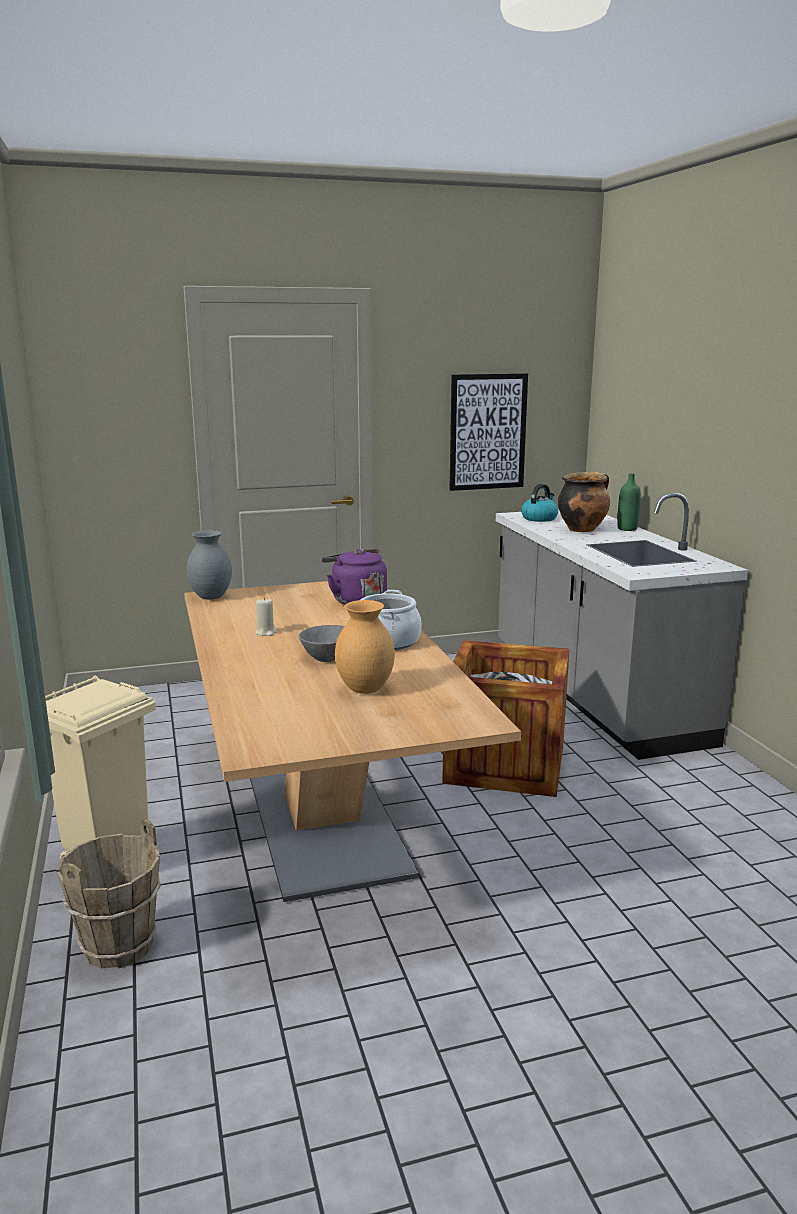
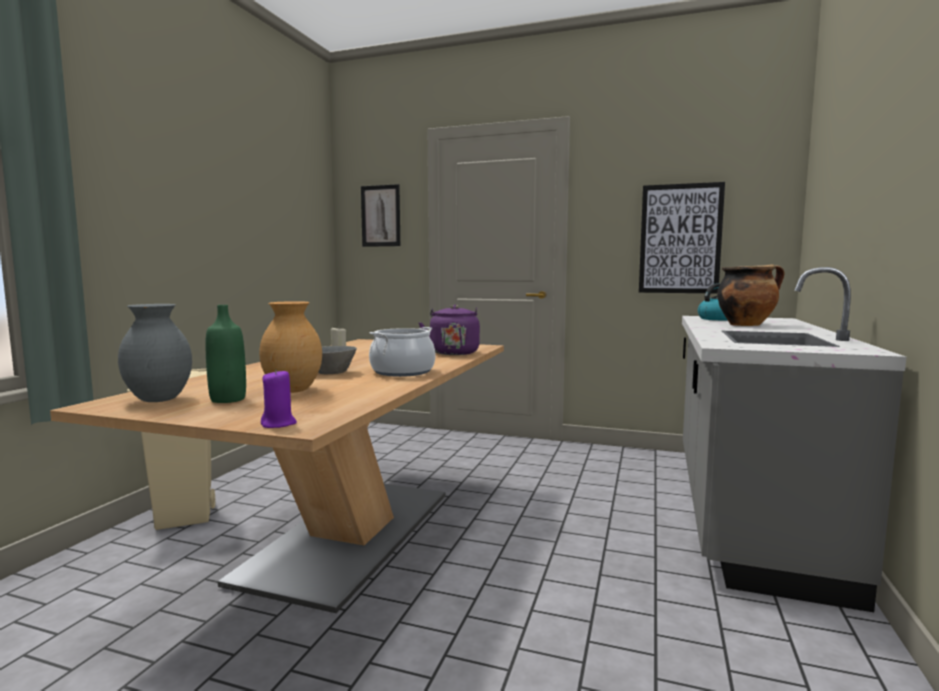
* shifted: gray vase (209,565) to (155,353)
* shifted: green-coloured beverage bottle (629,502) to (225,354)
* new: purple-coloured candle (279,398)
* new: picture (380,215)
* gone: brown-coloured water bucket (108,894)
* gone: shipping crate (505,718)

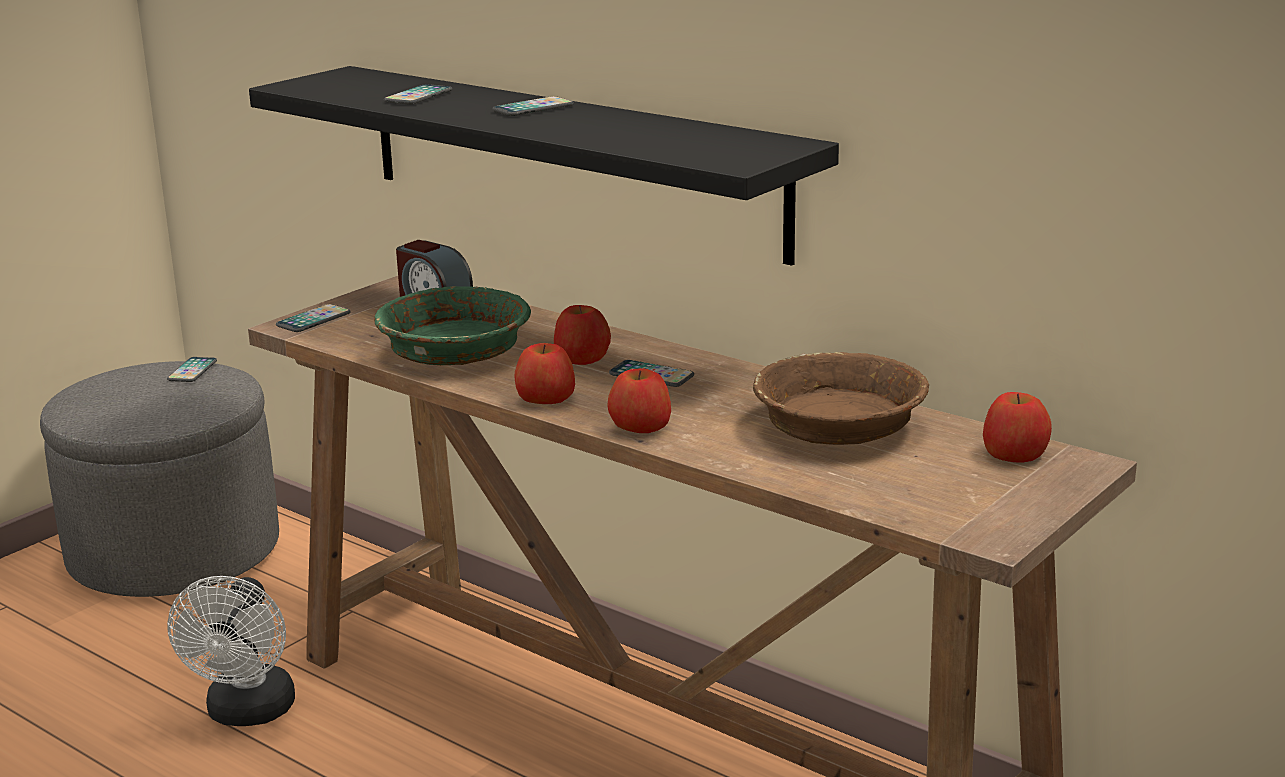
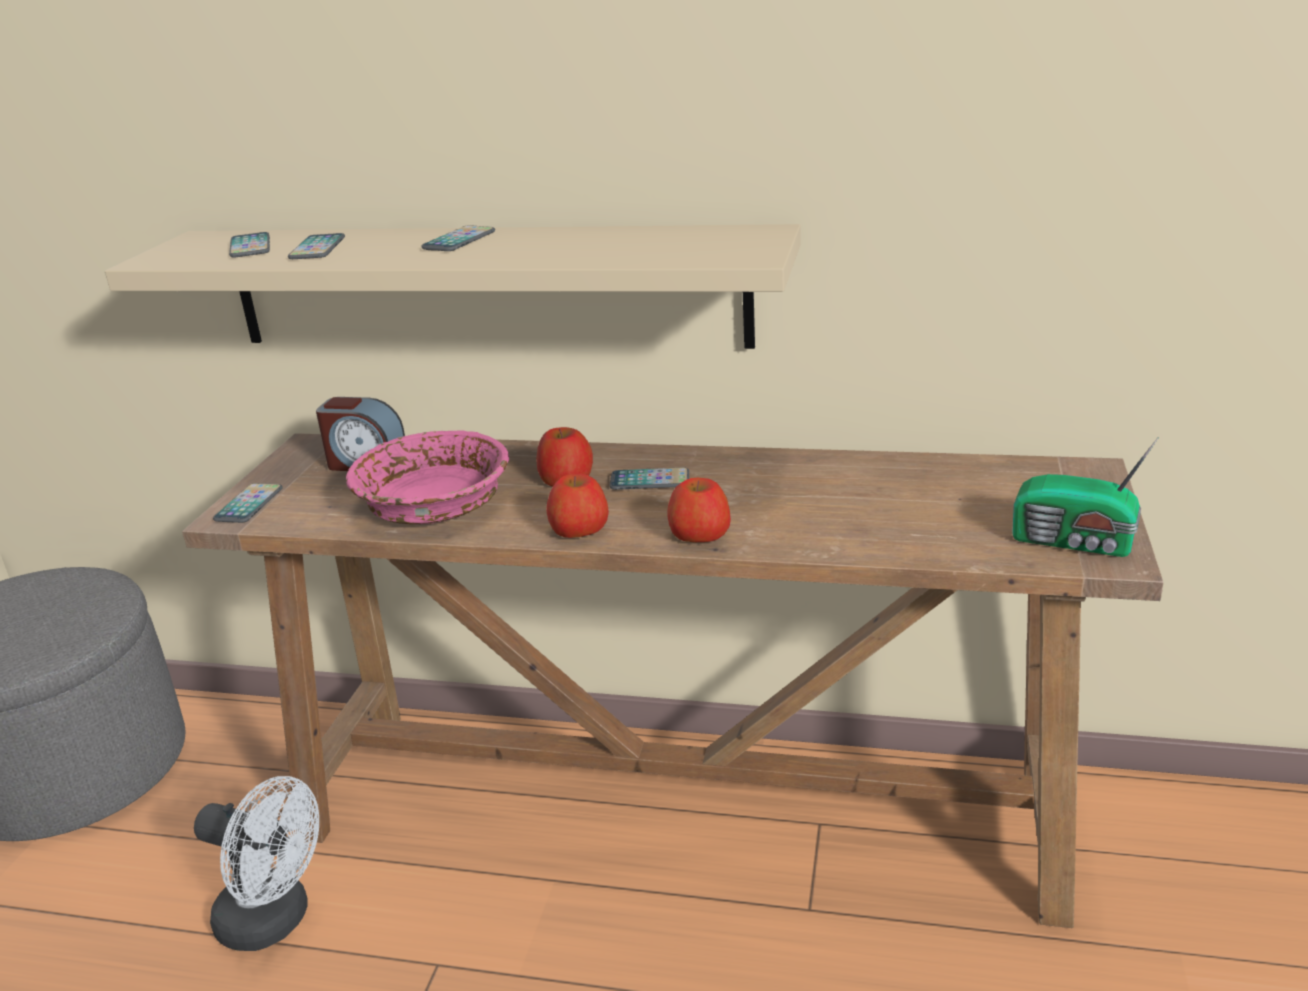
* repainted: blackish wall shelf (544,166) to beige wall shelf (453,286)
* rotated: whitish cooling fan (231,651) = (256,863) 45 degrees counterclockwise
* shifted: handset (192,369) to (249,244)
* repainted: green-coloured bowl (452,325) to pink-coloured bowl (427,477)
* new: radio (1085,497)
* gone: brown-coloured bowl (841,398)
* gone: whole apple (1017,427)

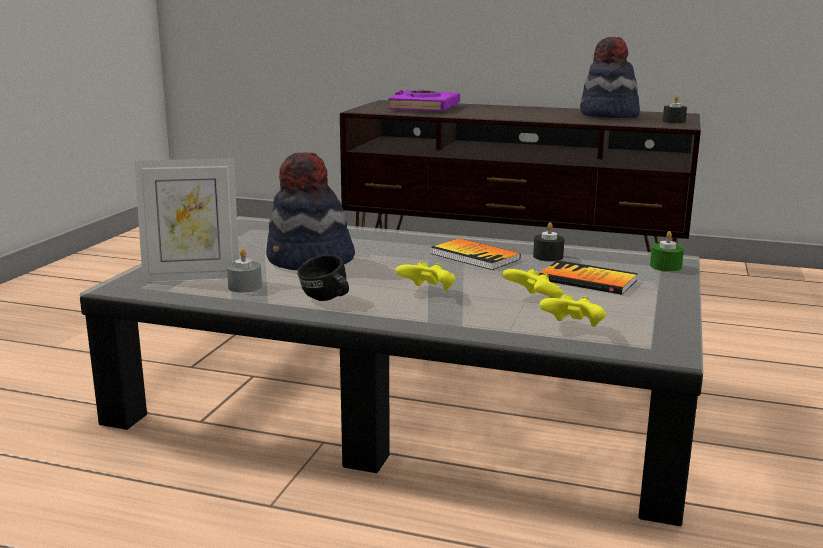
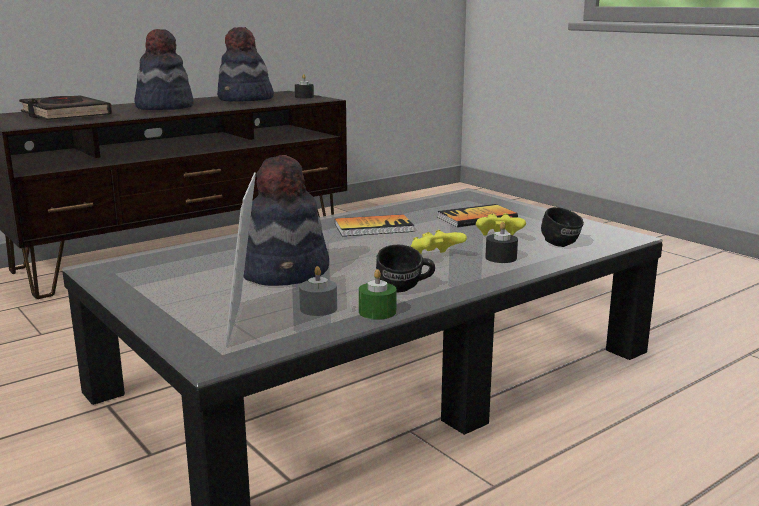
* repainted: purple-coloured book (424,100) to blackish book (65,108)
* new: hat (163,69)
* rotated: photo frame (186,220) = (241,259) 150 degrees clockwise
* shifted: green-coloured candle (667,251) to (378,294)
* shifted: blackish candle (548,241) to (501,242)
* swapped: yellow gamepad (572,310) to blackish coffee mug (562,227)

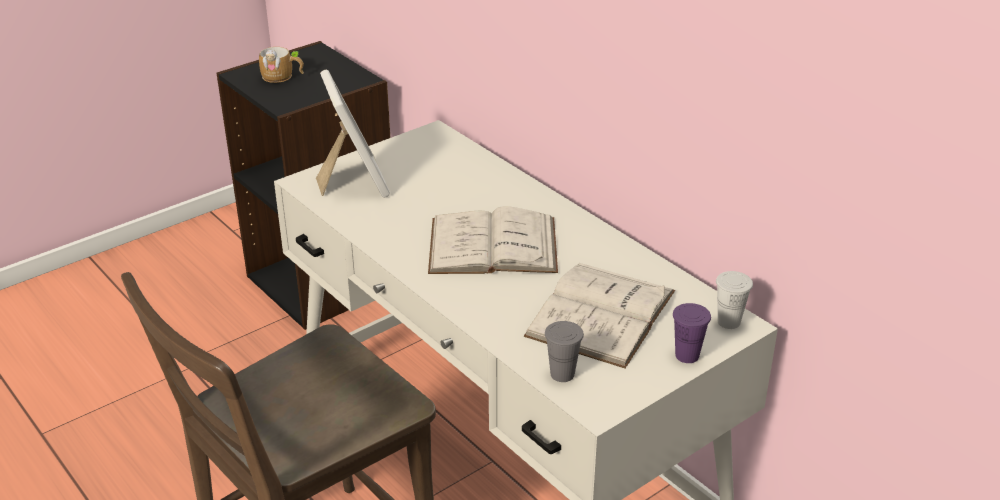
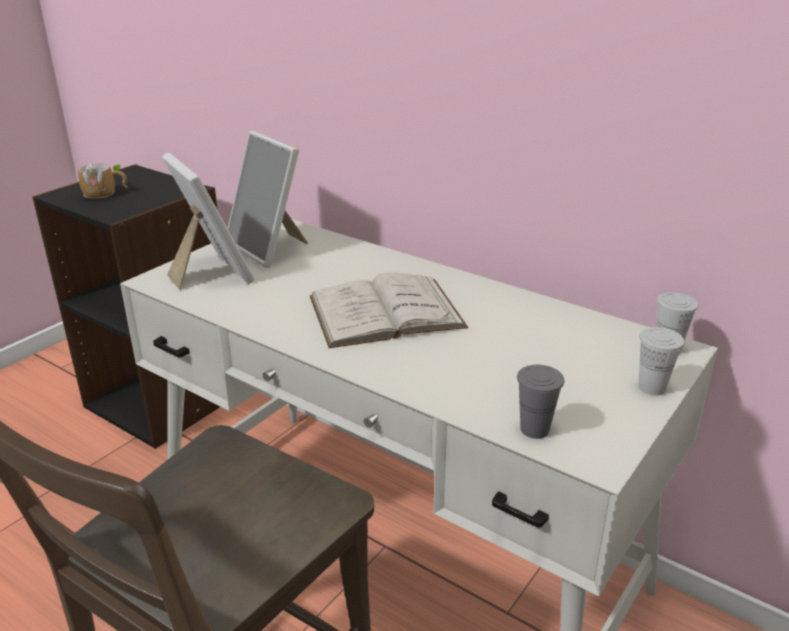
* new: photo frame (268,199)
* repainted: purple-coloured small cup (692,333) to whitish small cup (661,361)
* gone: whitish book (599,315)

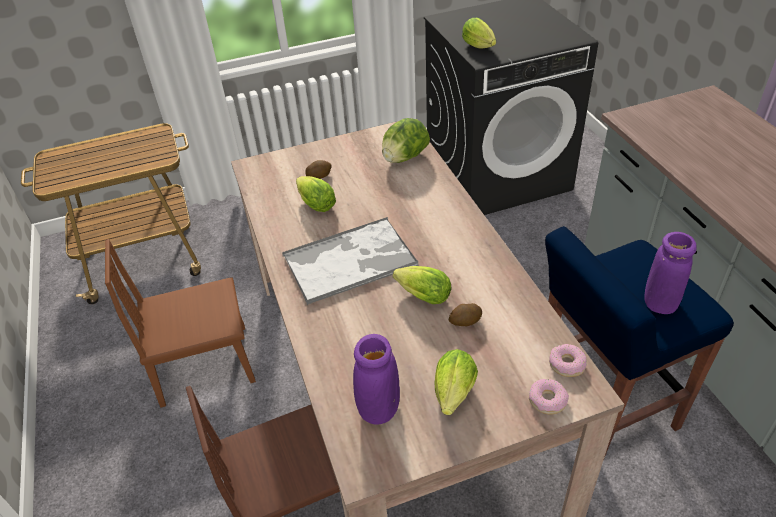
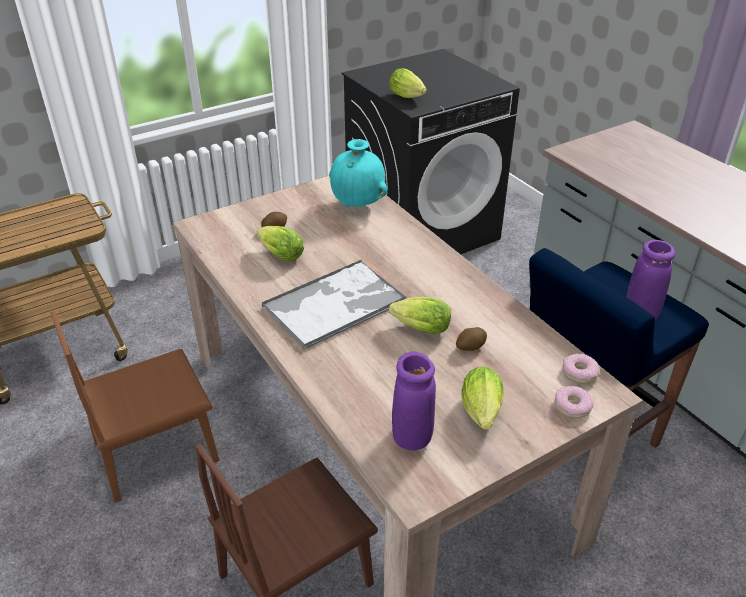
* swapped: head of lettuce (406,140) to blue-green vase (358,173)

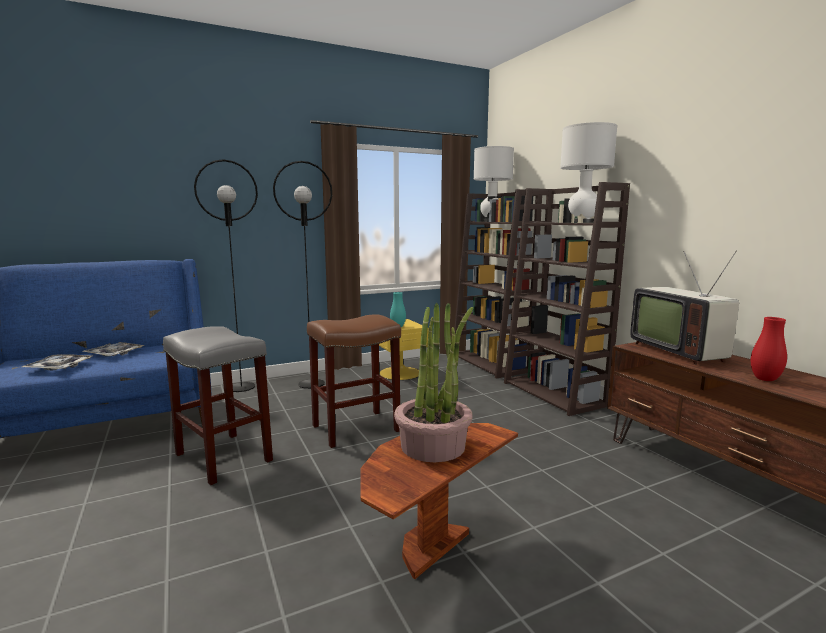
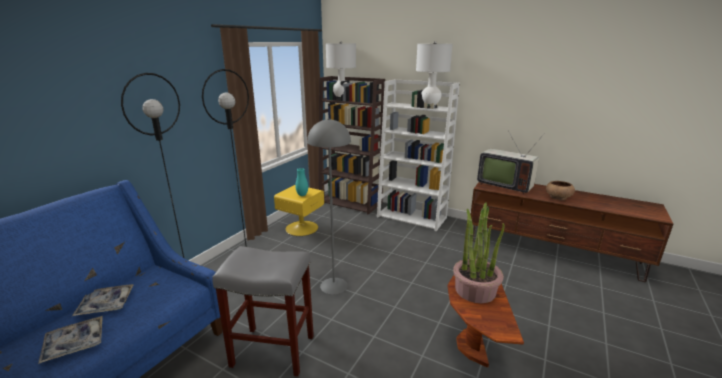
* swapped: brown-coloured sitting stool (354,381) to gray standing lamp (329,206)
* repainted: brown-coloured shelving unit (567,299) to whitish shelving unit (418,155)
* swapped: red-coloured vase (769,349) to brown-coloured bowl (560,191)

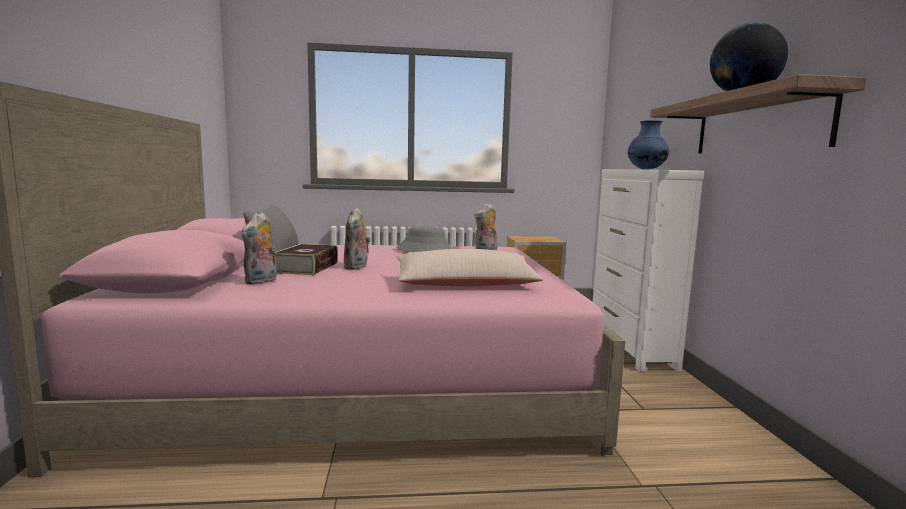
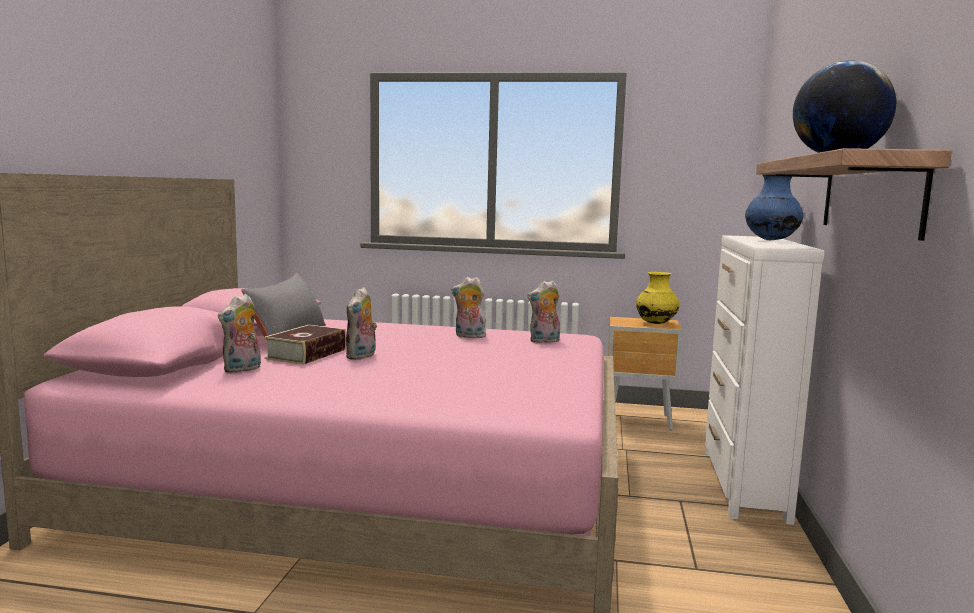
* swapped: gray hat (424,239) to soft toy (469,307)
* new: yellow vase (658,298)
* gone: beige throw pillow (470,267)

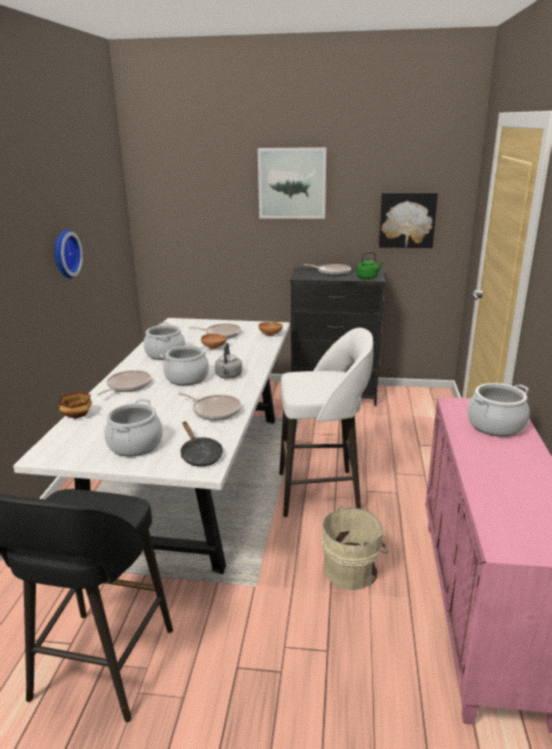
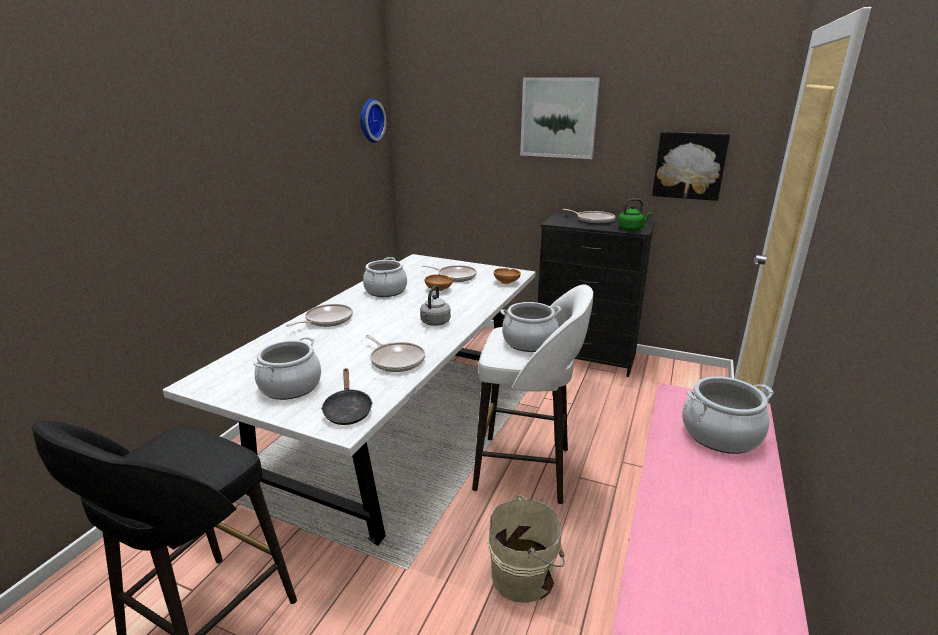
* shifted: hanging clock (68,254) to (373,120)
* shifted: cooking pot (184,365) to (531,327)
* gone: bowl (75,405)

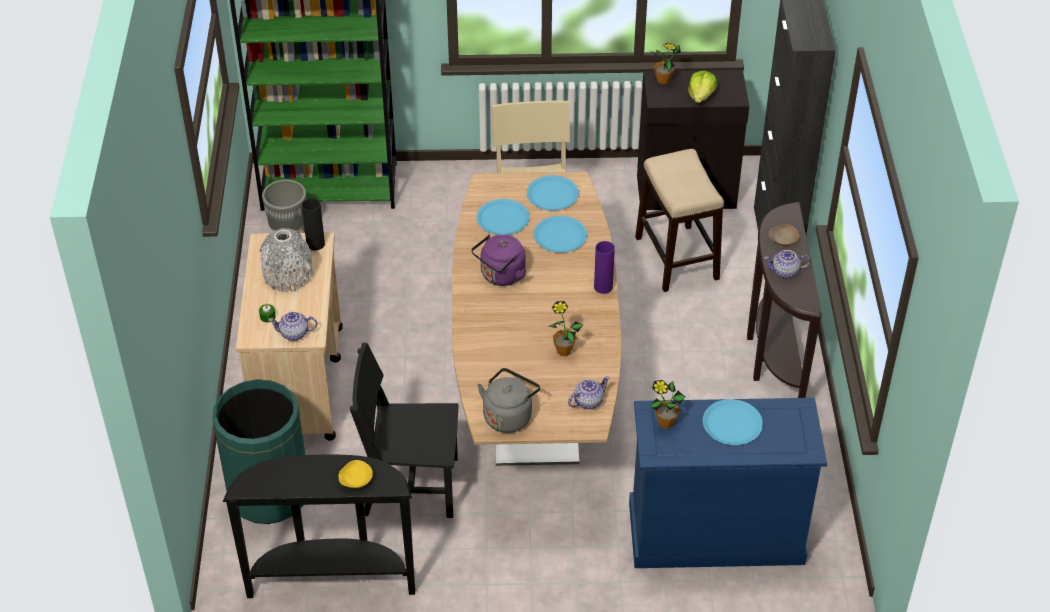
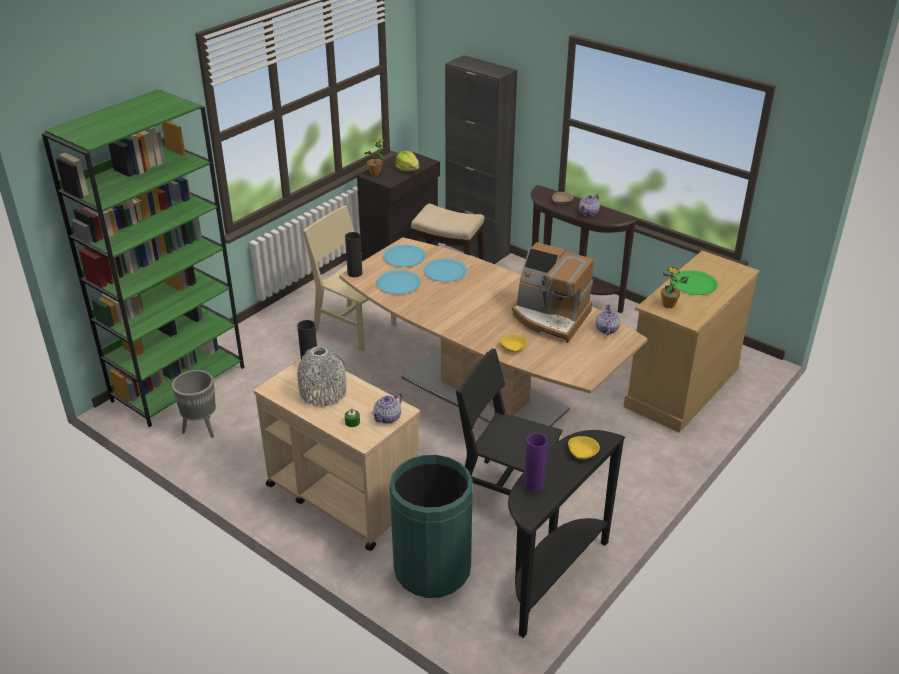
* new: blackish vase (353,254)
* rotated: blackish plain chair (404,430) = (509,421) 75 degrees clockwise
* new: yellow bowl (513,343)
* swapped: potted plant (566,328) to coffee brewer (553,292)
* shifted: purple-coloured vase (604,267) to (536,462)
* repainted: blue-coloured chest of drawers (728,483) to beige chest of drawers (691,342)
* repainted: blue-coloured dinner plate (733,422) to green-coloured dinner plate (695,282)
* gone: purple-coloured kettle (498,260)
* gone: gray kettle (509,400)

